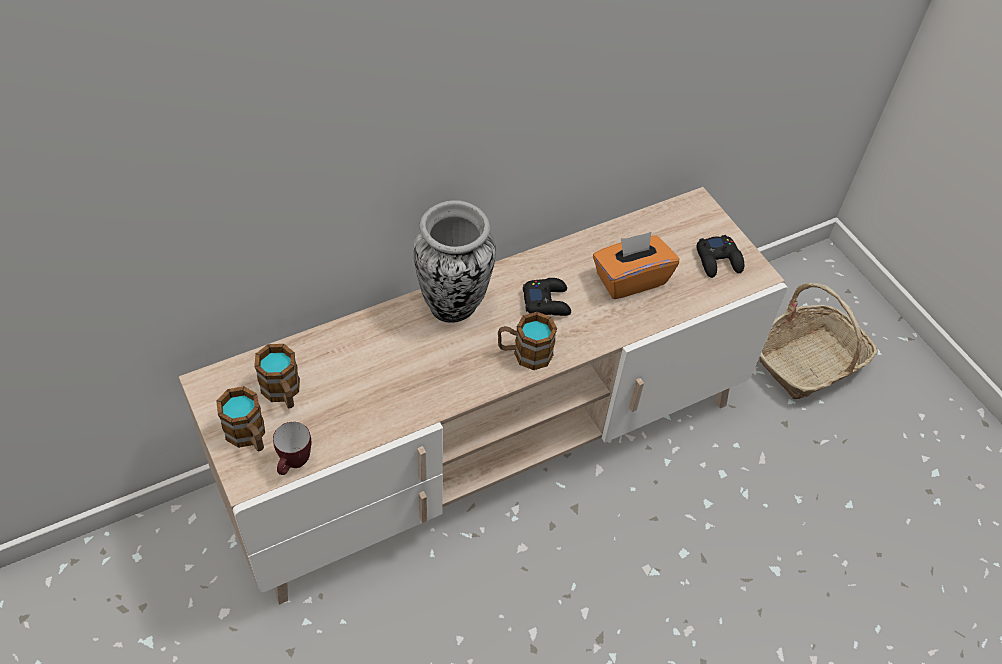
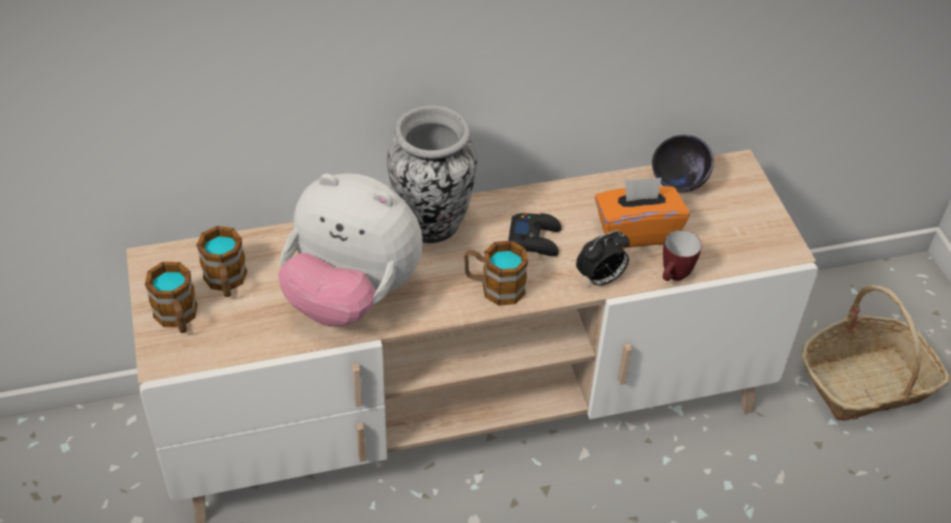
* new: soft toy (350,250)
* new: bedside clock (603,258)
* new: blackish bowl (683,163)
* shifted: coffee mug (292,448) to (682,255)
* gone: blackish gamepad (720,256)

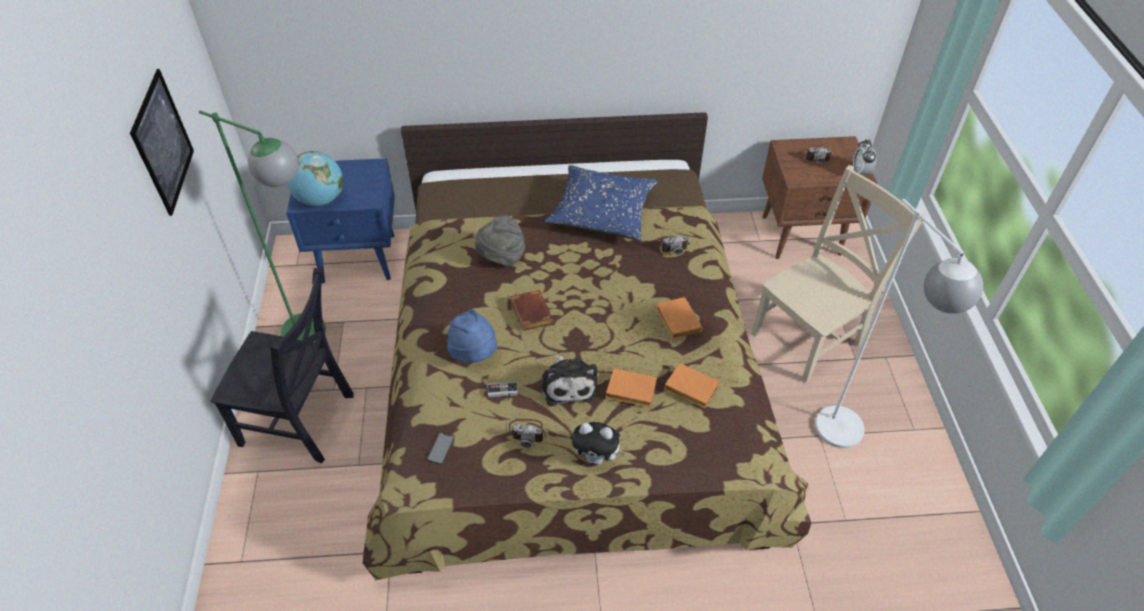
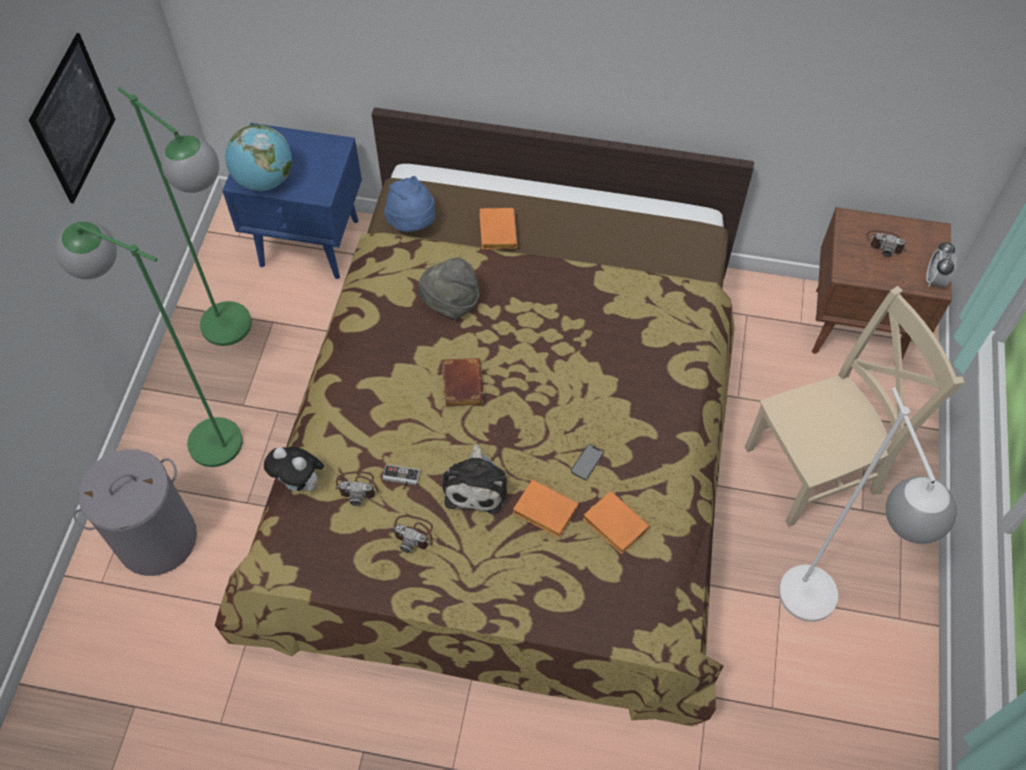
* swapped: blackish plain chair (282,366) to green-coloured standing lamp (148,343)
* new: gray washing basket (135,512)
* shifted: soft toy (598,443) to (294,469)
* shifted: photo camera (672,245) to (357,488)
* shifted: blue-coloured hat (472,336) to (409,204)
* shifted: orangey book (679,318) to (498,228)
* shifted: handset (441,448) to (587,462)
* gone: blue-coloured throw pillow (601,203)

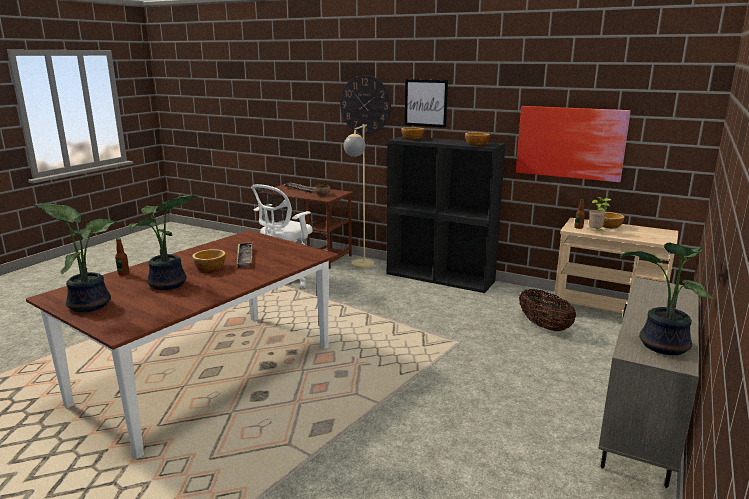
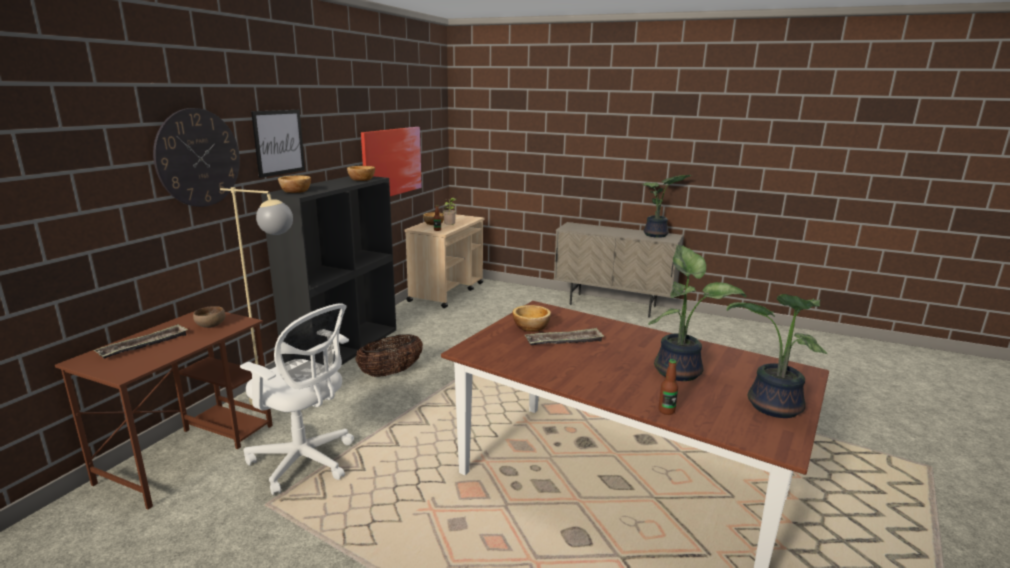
* shifted: basket (547,310) to (389,355)
* shifted: bowl (209,260) to (532,318)

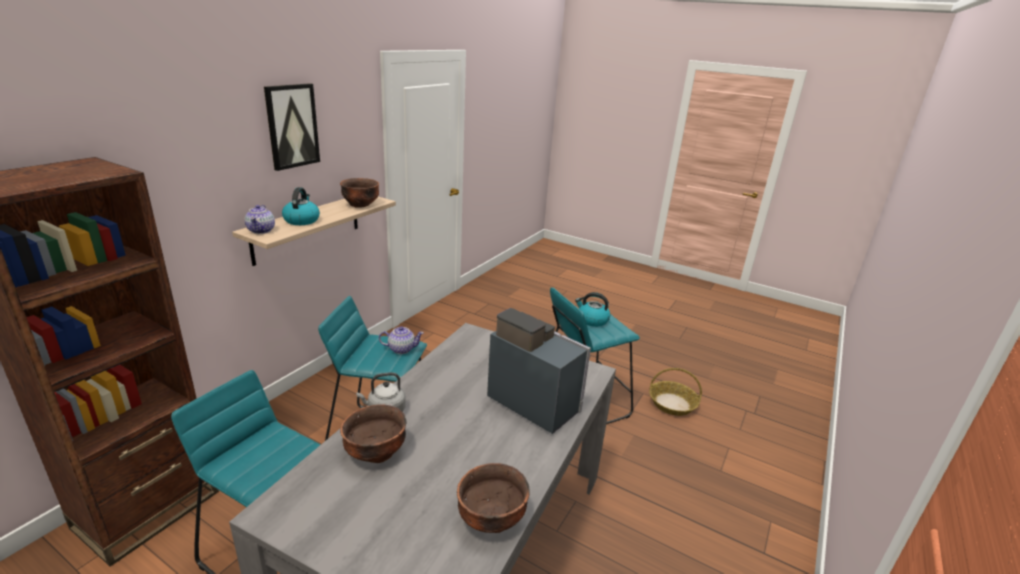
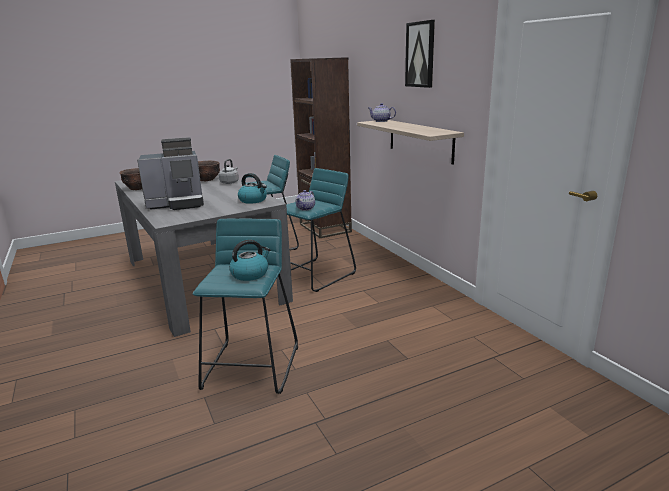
* shifted: kettle (301,206) to (252,188)
* gone: brown-coloured bowl (359,193)
* gone: basket (675,392)

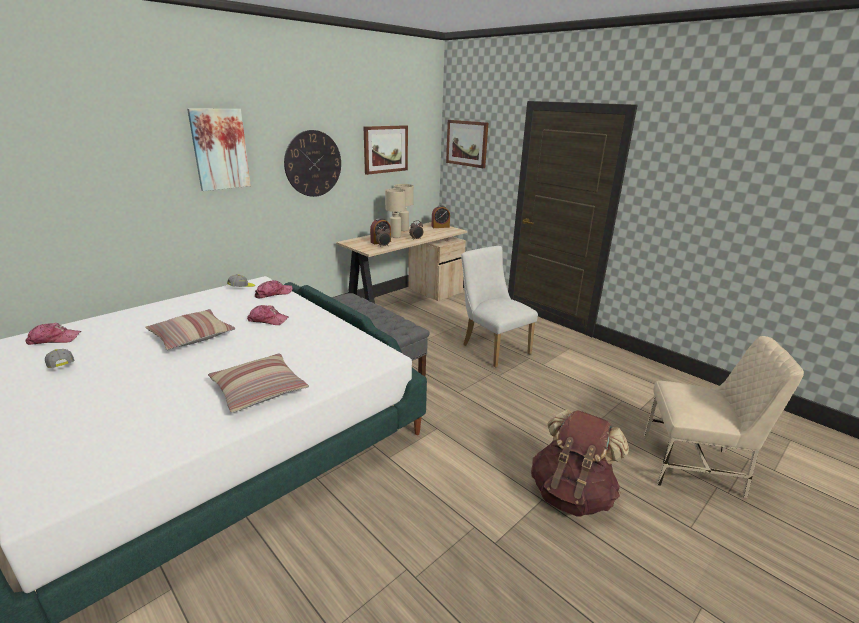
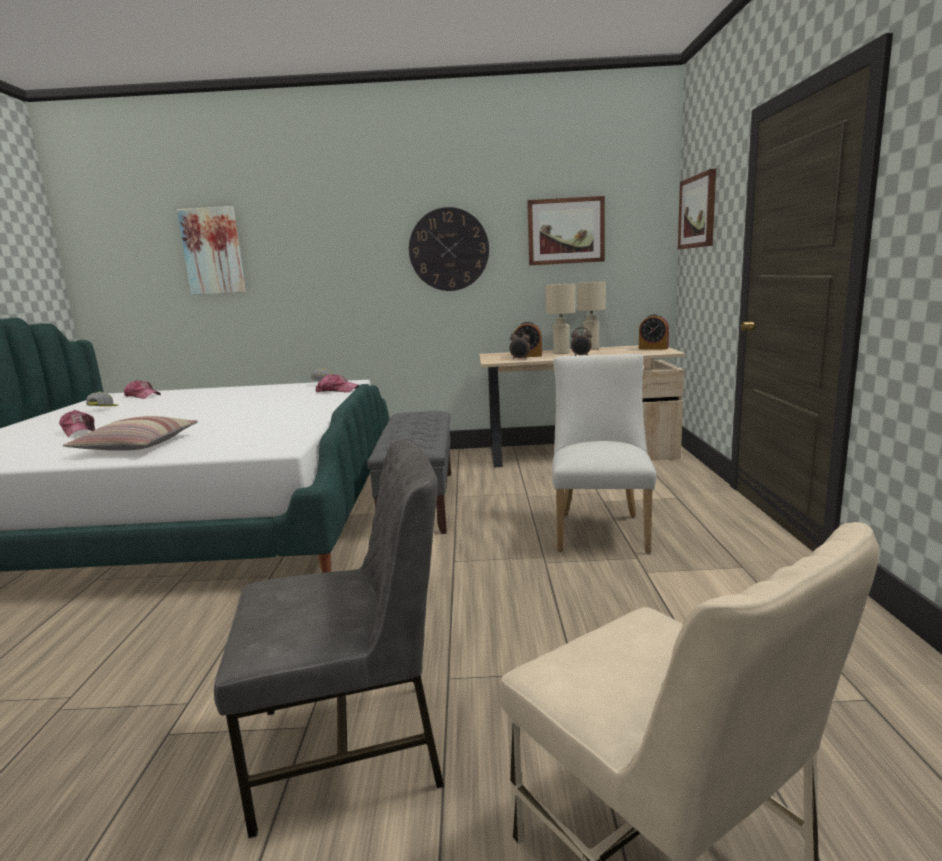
* shifted: baseball cap (268,315) to (77,423)
* shifted: picture (219,150) to (211,250)
* swapped: brown-coloured rucksack (580,463) to gray plain chair (329,638)
* gone: throw pillow (190,329)

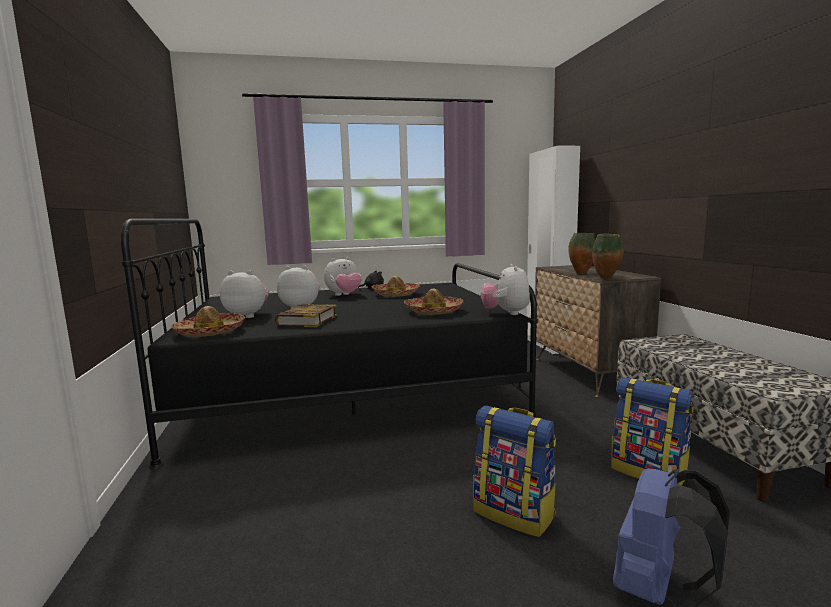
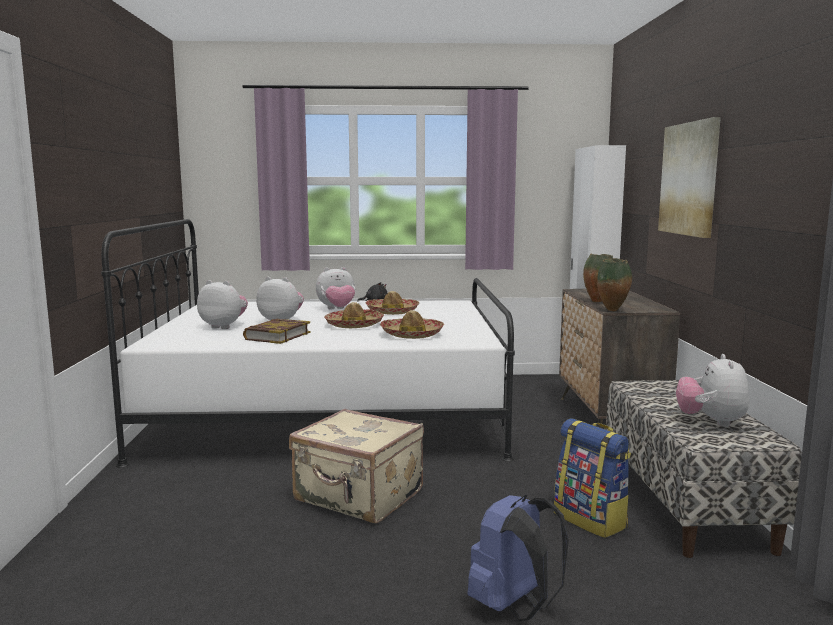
* repainted: blackish bedroom bed (329,344) to whitish bedroom bed (308,343)
* new: beige travel case (356,466)
* shifted: hat (208,321) to (354,315)
* new: picture (689,177)
* shifted: soft toy (505,289) to (712,390)
* gone: rucksack (514,471)

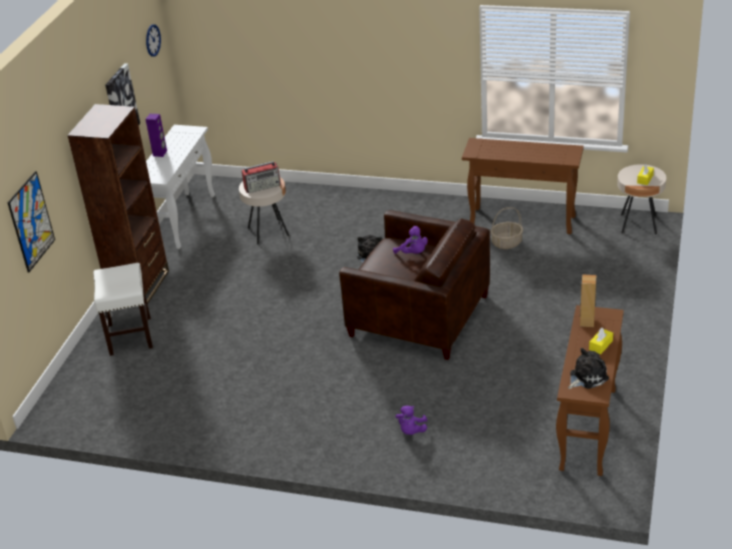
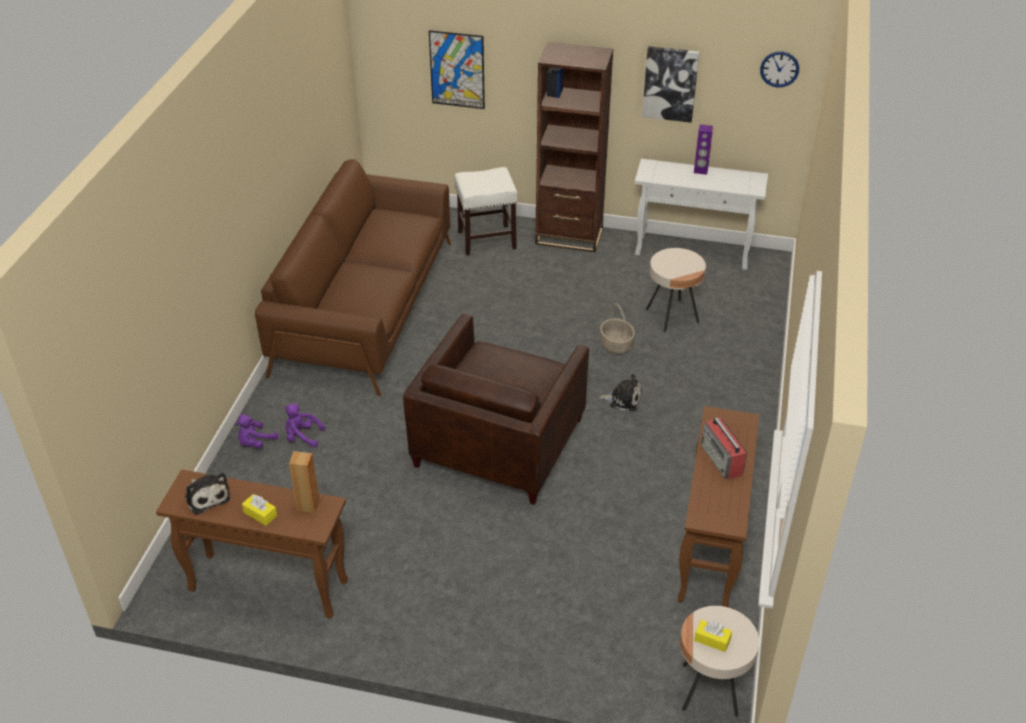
* shifted: purple-coloured soft toy (410,240) to (256,431)
* new: brown-coloured settee (353,277)
* shifted: basket (506,228) to (617,328)
* shifted: radio (261,177) to (724,449)

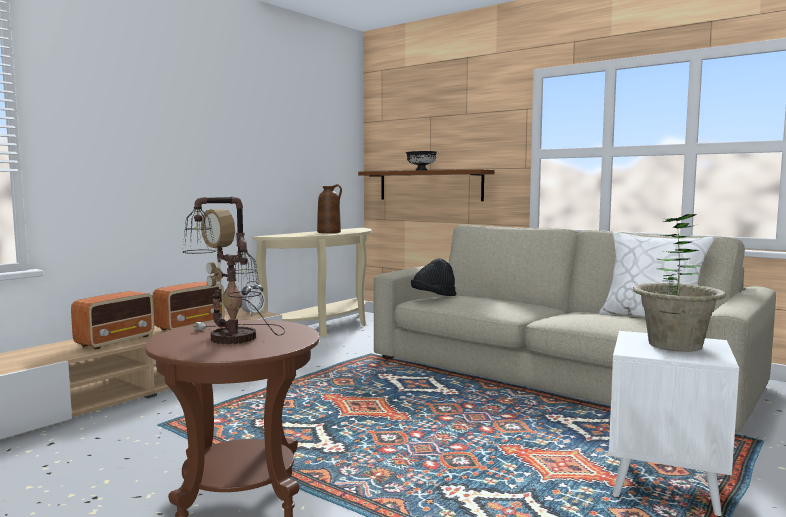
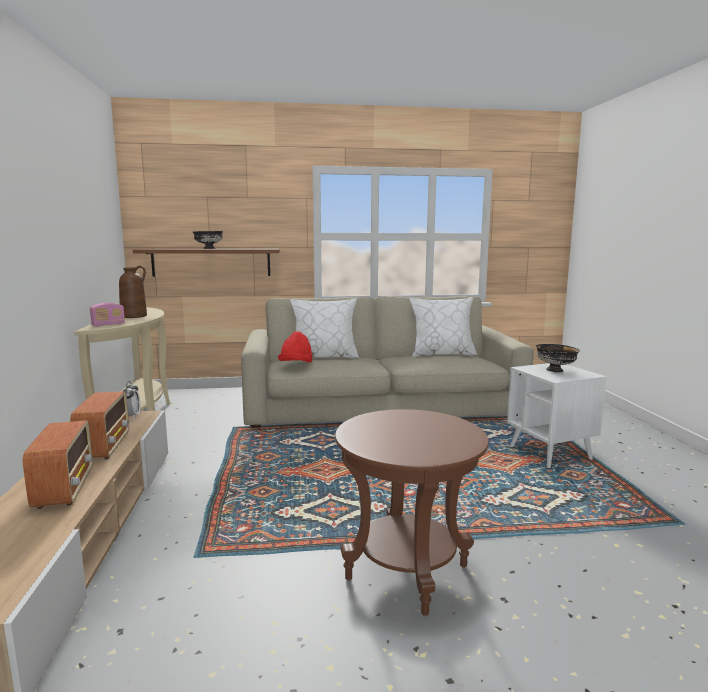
* new: radio (107,315)
* repainted: blackish hat (433,277) to red-coloured hat (295,347)
* new: whitish throw pillow (324,328)
* swapped: potted plant (679,283) to blackish bowl (558,358)
* gone: table lamp (234,270)

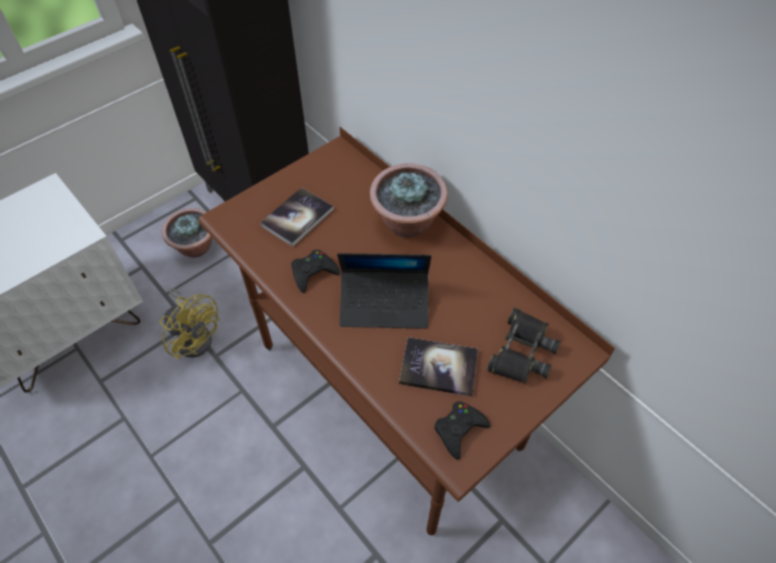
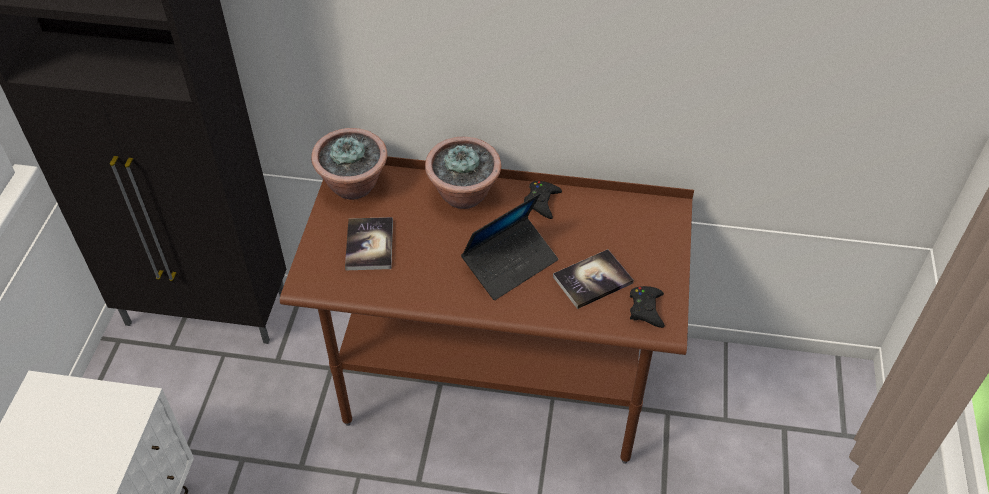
* shifted: potted plant (187,233) to (349,164)
* shifted: blackish gamepad (315,271) to (543,200)
* gone: yellow cooling fan (189,324)
* gone: blackish field glasses (524,345)

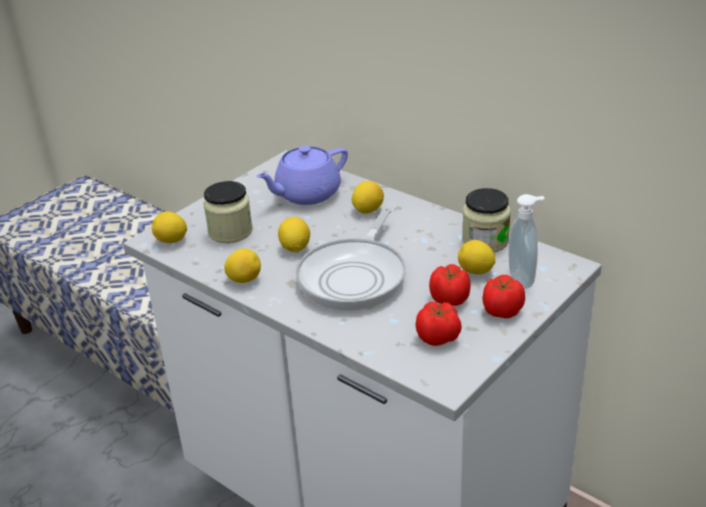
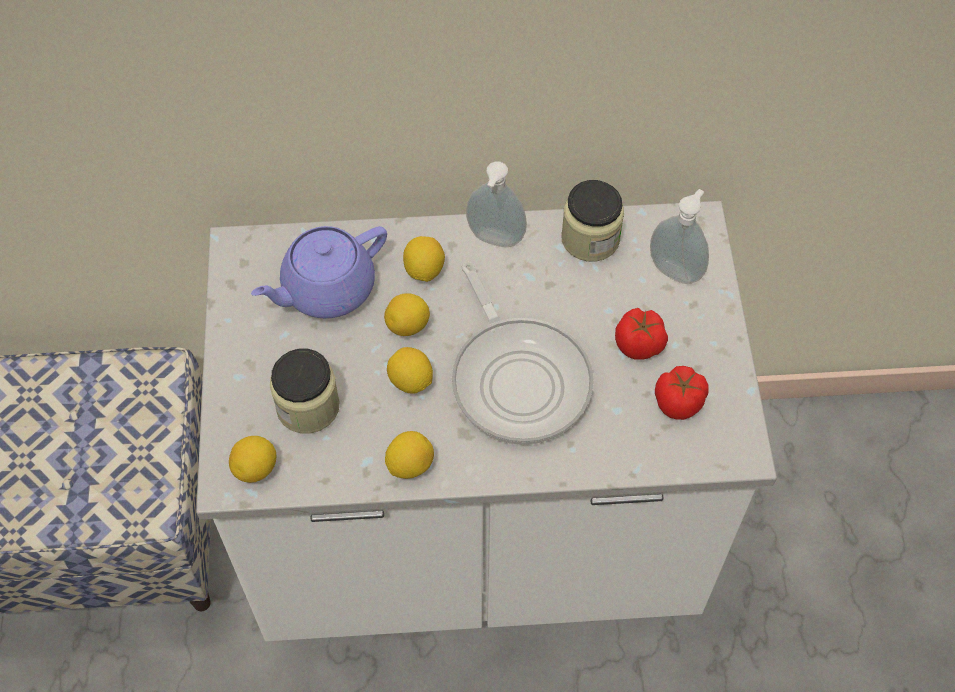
* rotated: purple-coloured teapot (302,175) = (319,272) 45 degrees clockwise
* shifted: citrus fruit (476,257) to (407,314)
* new: soap bottle (496,204)
* gone: fresh tomato (503,296)

